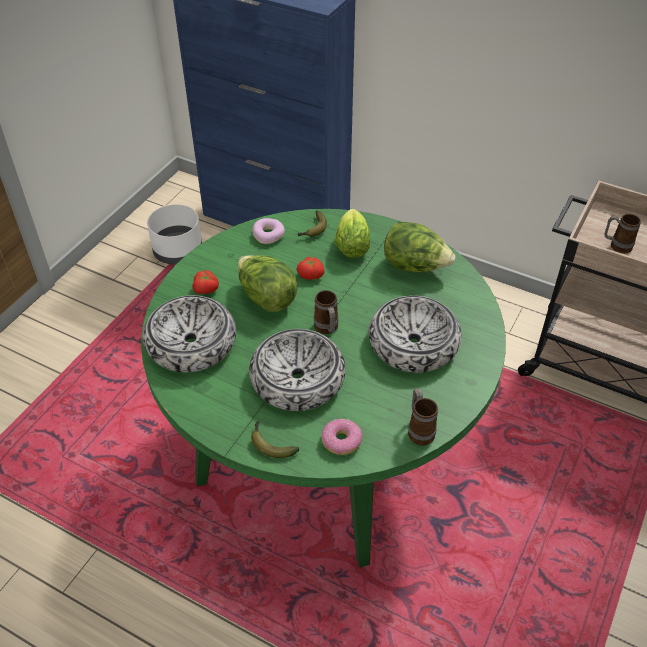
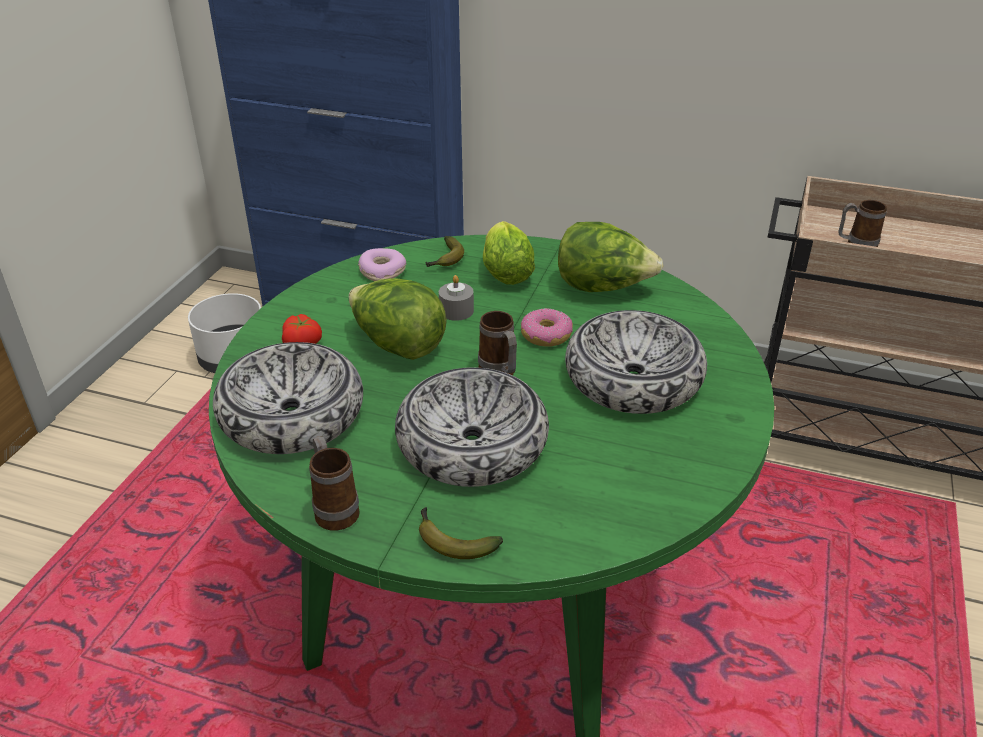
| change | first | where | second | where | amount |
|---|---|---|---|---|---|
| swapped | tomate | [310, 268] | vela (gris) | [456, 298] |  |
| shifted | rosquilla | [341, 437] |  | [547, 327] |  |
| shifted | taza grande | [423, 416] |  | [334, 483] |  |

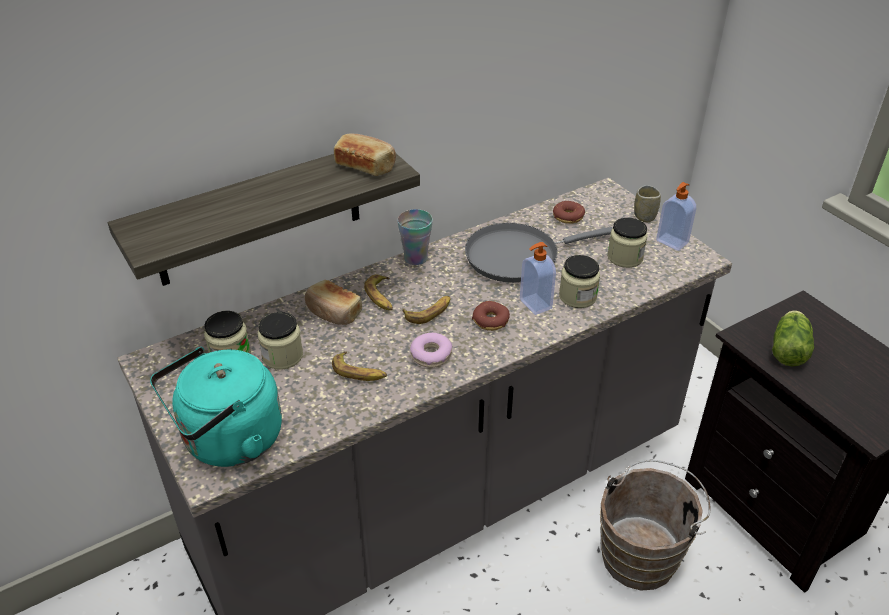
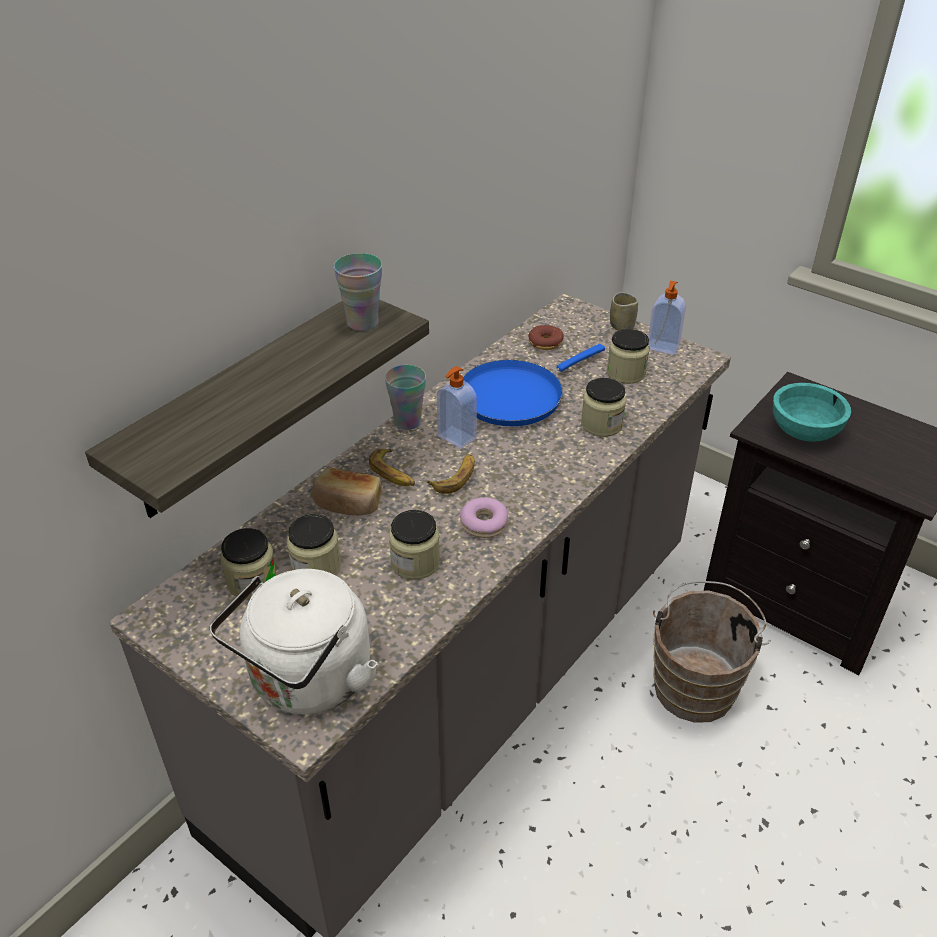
| change | first | where | second | where | amount |
|---|---|---|---|---|---|
| repainted | hervidor (turquesa) | [216, 407] | hervidor (blanco) | [294, 641] |  |
| swapped | plátano | [359, 366] | tarro | [414, 545] |  |
| swapped | pan | [365, 154] | taza | [358, 292] |  |
| repainted | sartén (gris) | [539, 253] | sartén (azul) | [534, 385] |  |
| gone | rosquilla | [491, 316] |  |  |  |
| shifted | dispensador de jabón | [538, 278] |  | [457, 407] |  |
| swapped | lechuga | [793, 338] | cuenco (turquesa) | [812, 412] |  |

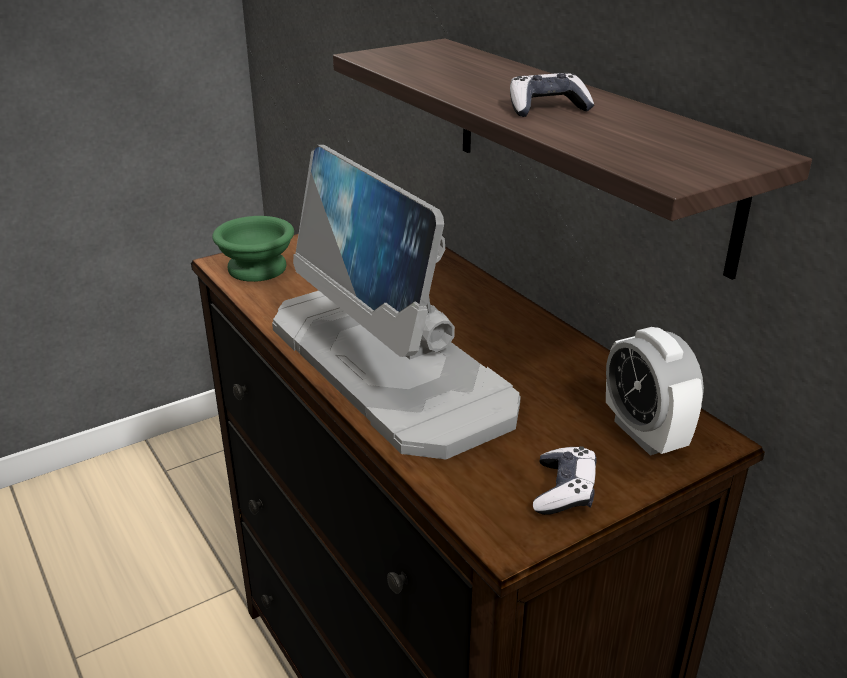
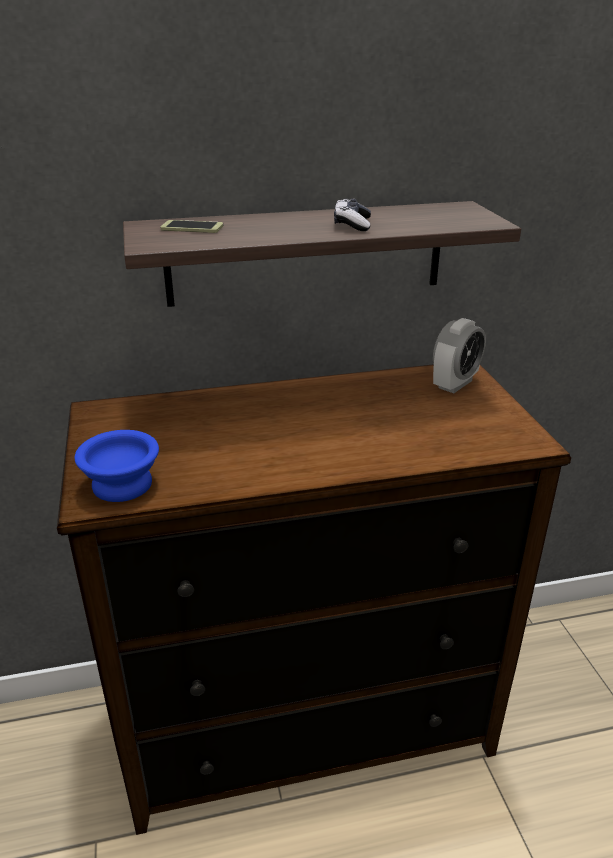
| change | first | where | second | where | amount |
|---|---|---|---|---|---|
| repainted | cuenco (verde) | [253, 249] | cuenco (azul) | [117, 466] |  |
| gone | monitor | [396, 302] |  |  |  |
| gone | mando de consola | [565, 480] |  |  |  |
| rotated | despertador | [655, 391] |  | [459, 355] | 45 degrees counterclockwise |
| new |  |  | móvil | [191, 226] |  |

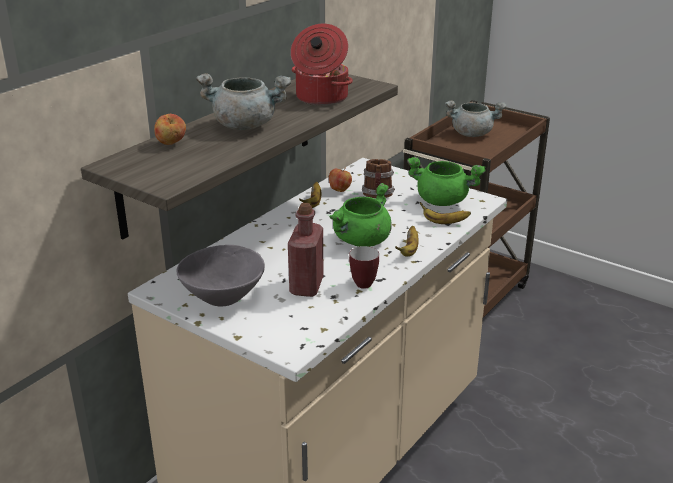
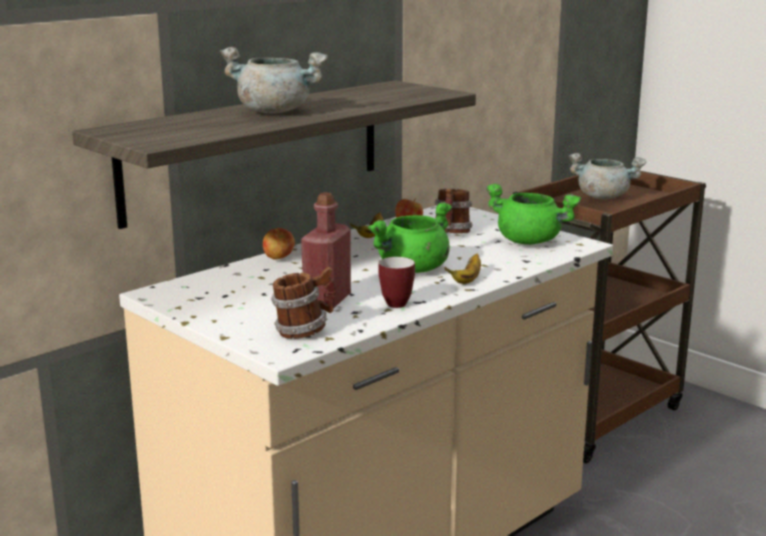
| change | first | where | second | where | amount |
|---|---|---|---|---|---|
| shifted | manzana | [170, 129] |  | [279, 244] |  |
| gone | cuenco (gris) | [221, 275] |  |  |  |
| gone | olla | [322, 64] |  |  |  |
| gone | plátano | [445, 213] |  |  |  |
| new |  |  | taza grande | [303, 303] |  |

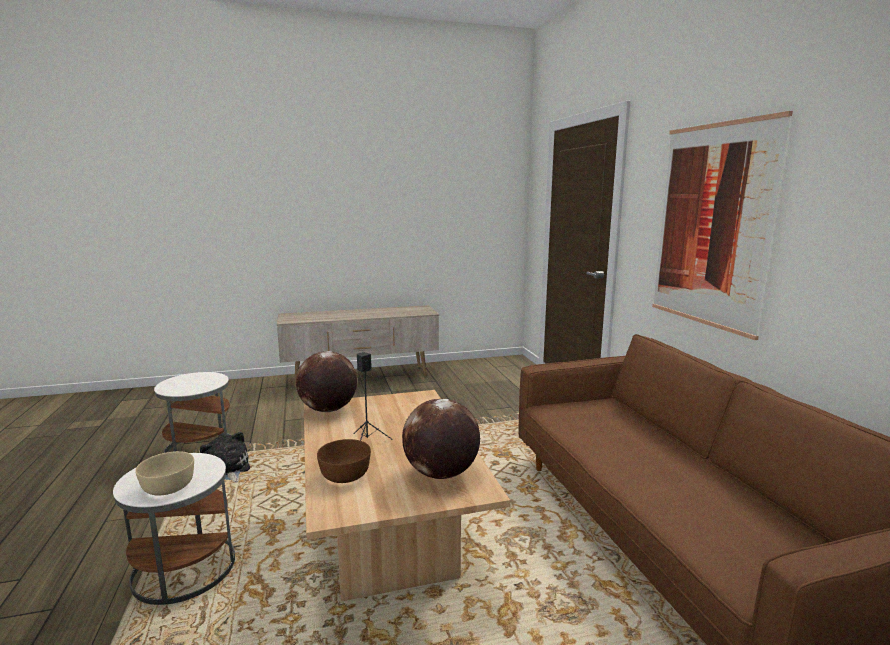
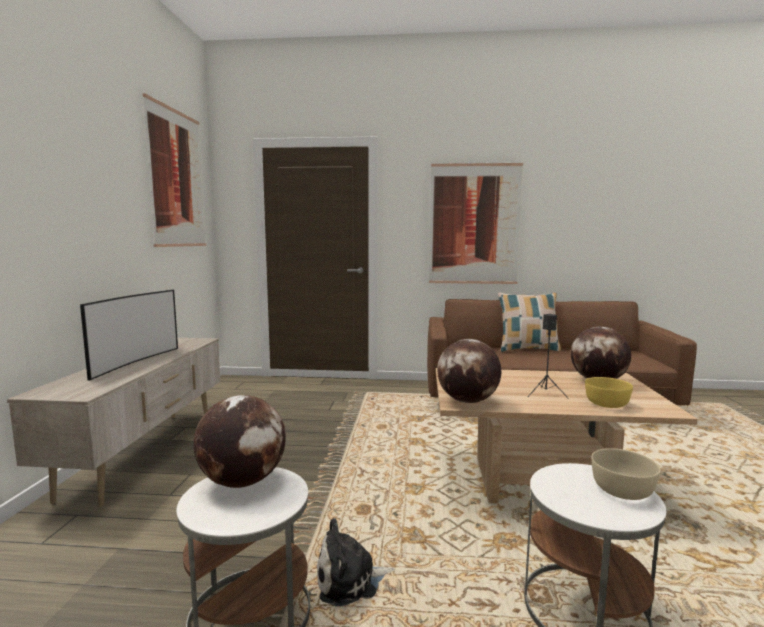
| change | first | where | second | where | amount |
|---|---|---|---|---|---|
| repainted | cuenco (marrón) | [344, 461] | cuenco (amarillo) | [609, 392] |  |
| new |  |  | televisor | [129, 335] |  |
| new |  |  | cuadro | [174, 170] |  |
| new |  |  | globo terráqueo | [240, 441] |  |
| new |  |  | cojín | [529, 322] |  |

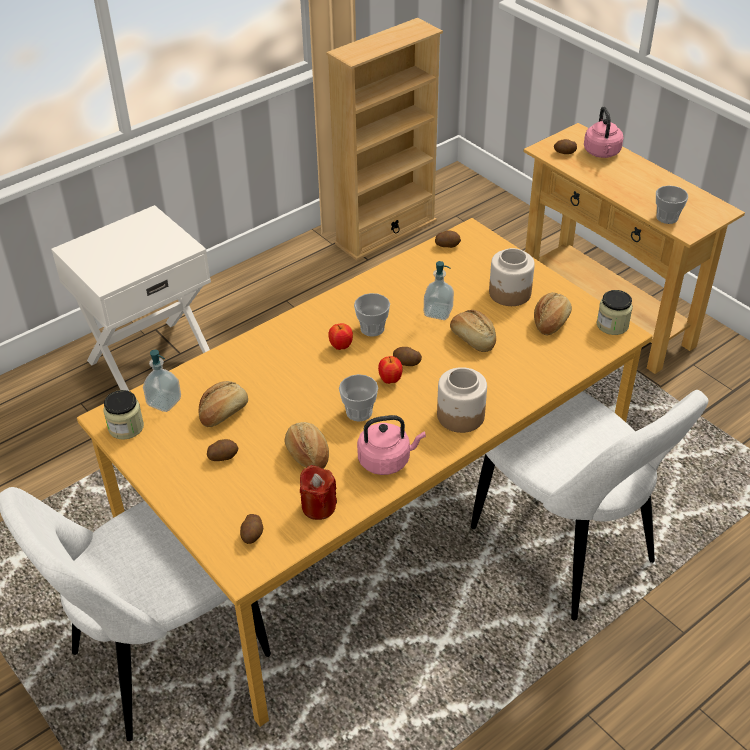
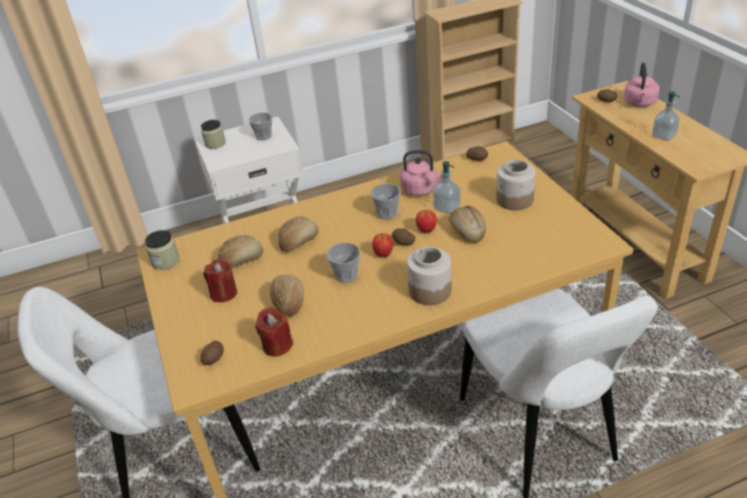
| change | first | where | second | where | amount |
|---|---|---|---|---|---|
| shifted | dispensador de jabón | [162, 381] |  | [666, 116] |  |
| swapped | patata | [222, 450] | vela (rojo) | [220, 280] |  |
| shifted | manzana | [340, 336] |  | [426, 221] |  |
| shifted | hervidor (rosa) | [391, 445] |  | [421, 173] |  |
| shifted | pan | [553, 314] |  | [298, 234] |  |
| shifted | tarro | [615, 312] |  | [213, 134] |  |
| shifted | taza | [672, 204] |  | [260, 126] |  |

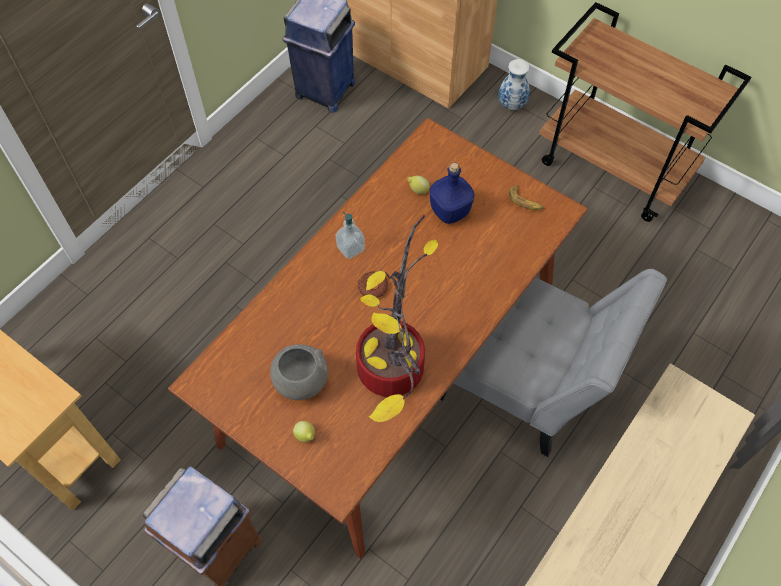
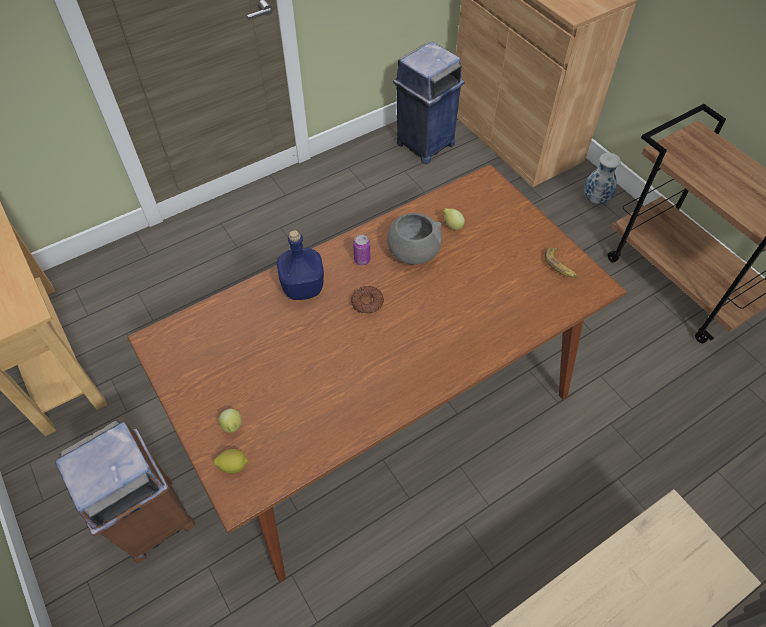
| change | first | where | second | where | amount |
|---|---|---|---|---|---|
| shifted | cuenco (gris) | [299, 372] |  | [414, 239] |  |
| swapped | dispensador de jabón | [350, 235] | lata | [362, 250] |  |
| gone | planta en maceta | [397, 318] |  |  |  |
| shifted | botella (azul) | [451, 193] |  | [300, 265] |  |
| gone | silla (gris) | [553, 363] |  |  |  |
| new |  |  | limón | [231, 461] |  |

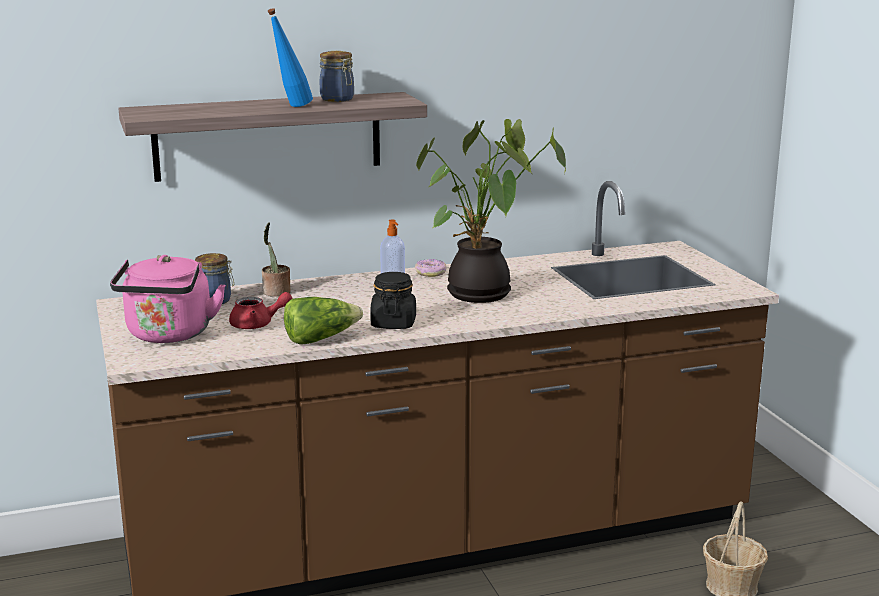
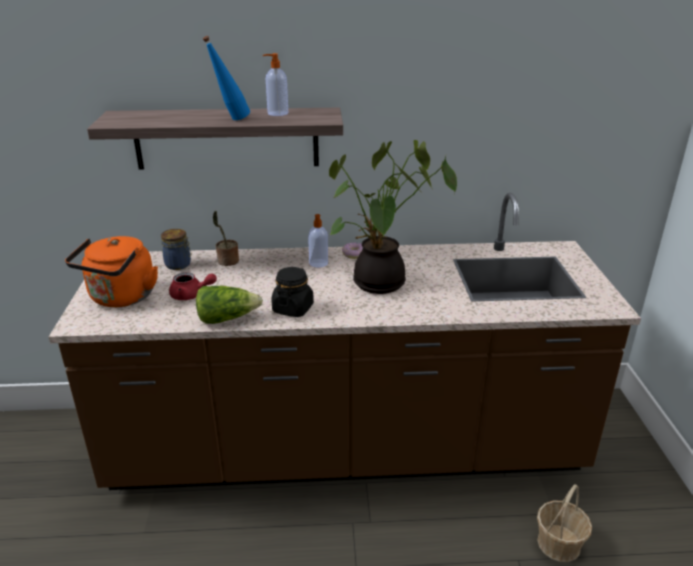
| change | first | where | second | where | amount |
|---|---|---|---|---|---|
| repainted | hervidor (rosa) | [168, 299] | hervidor (naranja) | [111, 271] |  |
| swapped | tarro | [337, 76] | dispensador de jabón | [275, 84] |  |

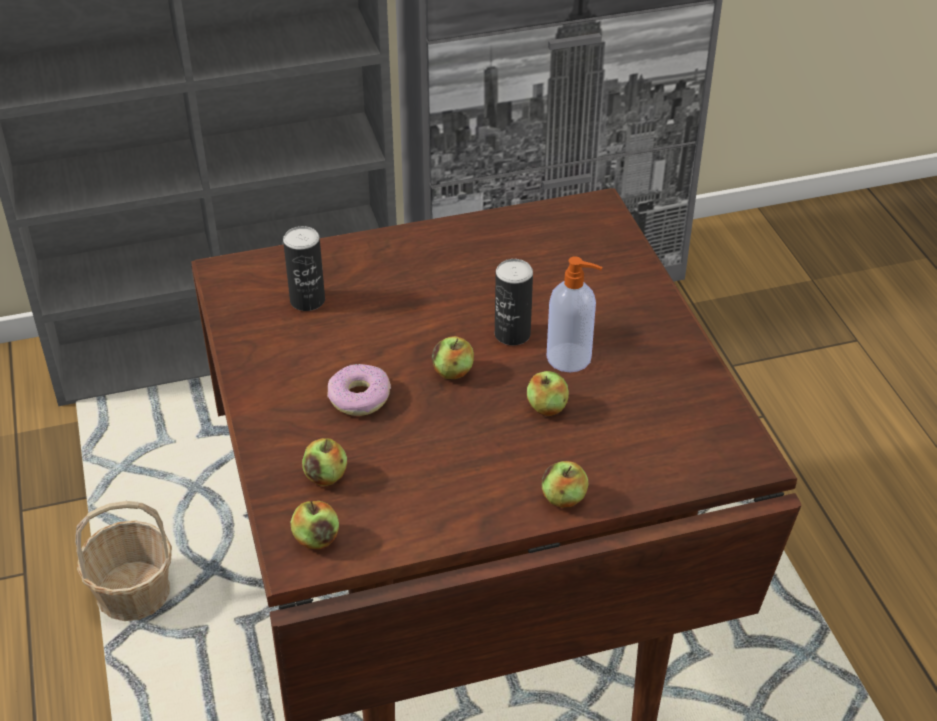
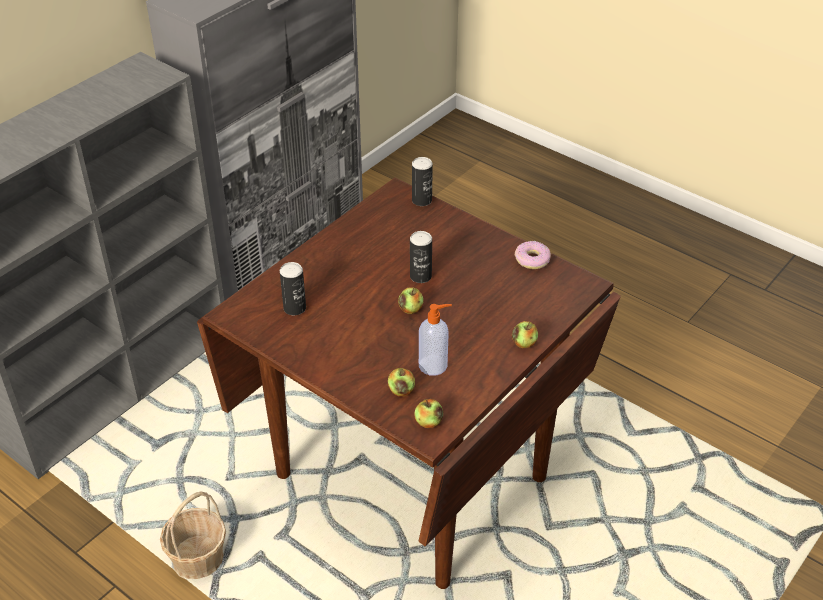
| change | first | where | second | where | amount |
|---|---|---|---|---|---|
| shifted | rosquilla | [359, 390] |  | [533, 255] |  |
| gone | manzana | [548, 393] |  |  |  |
| shifted | dispensador de jabón | [575, 314] |  | [435, 340] |  |
| new |  |  | lata | [422, 181] |  |

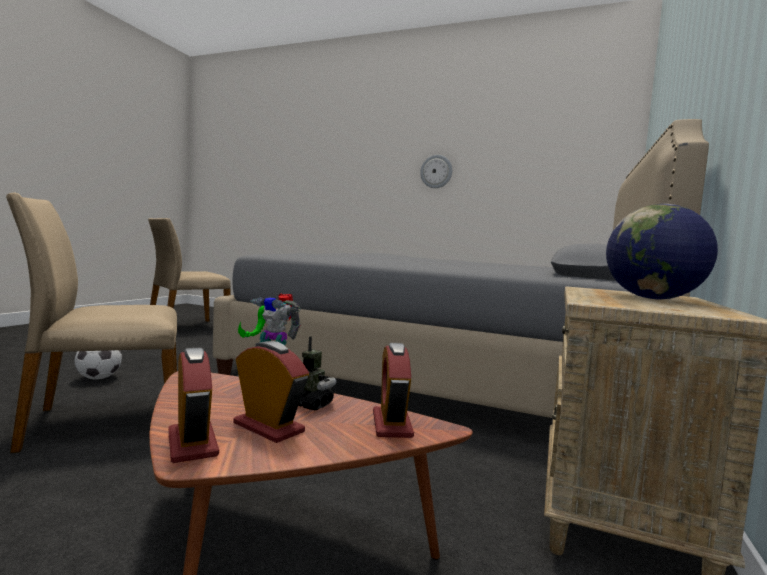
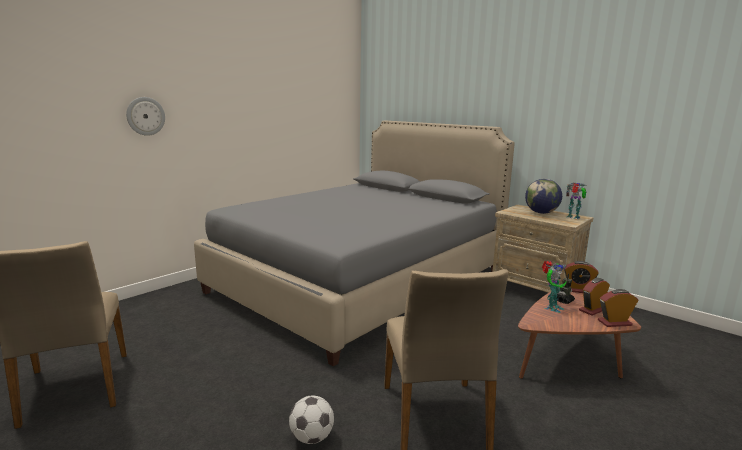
| change | first | where | second | where | amount |
|---|---|---|---|---|---|
| shifted | reloj de pared | [436, 171] |  | [145, 116] |  |
| new |  |  | robot de juguete | [576, 200] |  |

